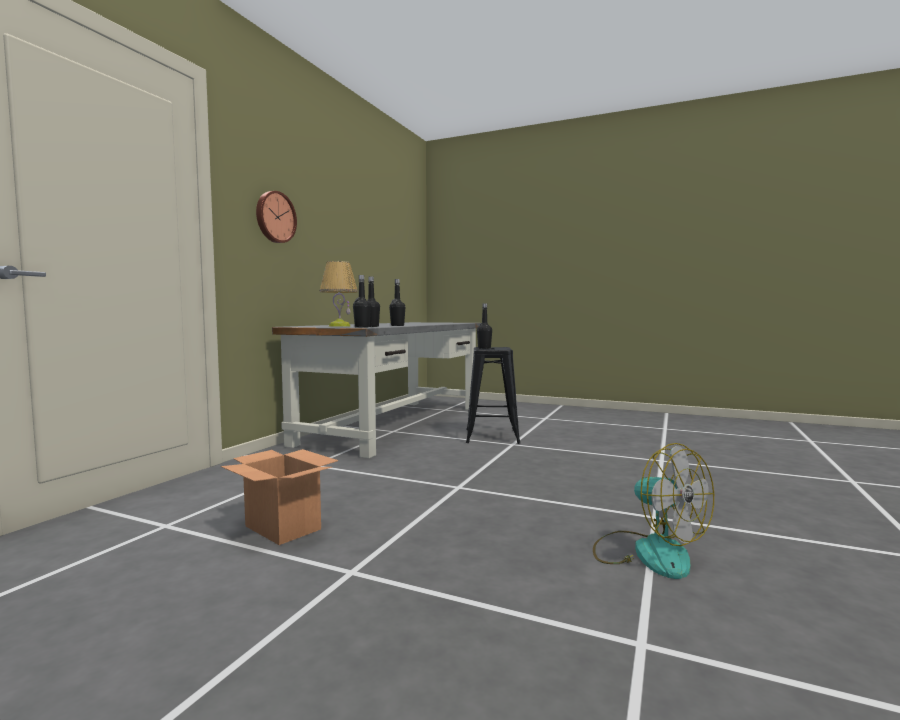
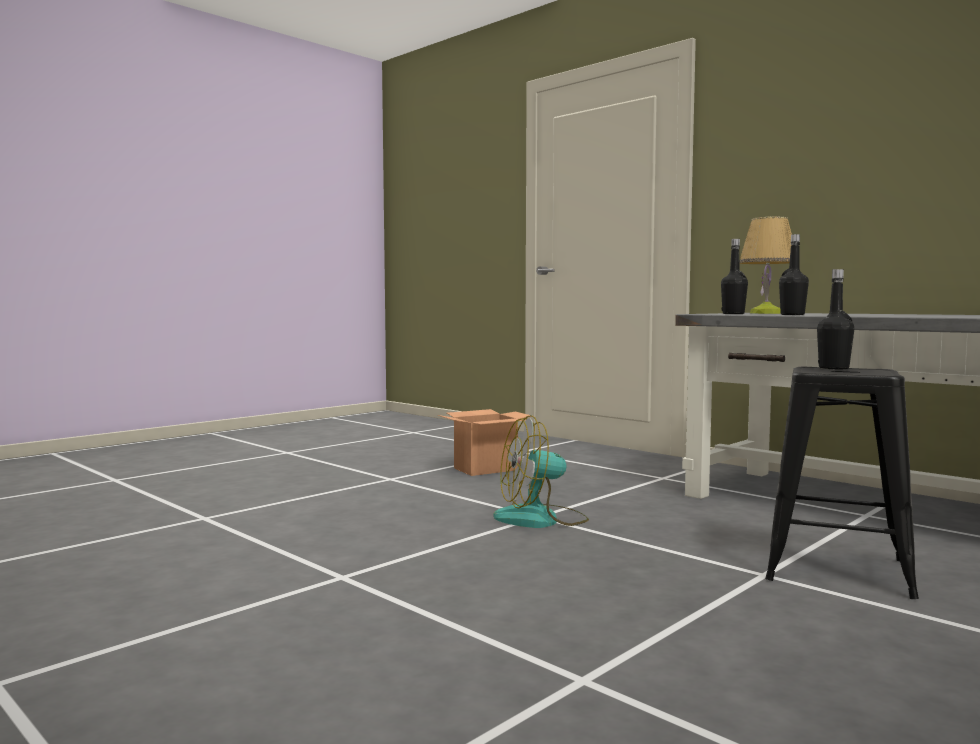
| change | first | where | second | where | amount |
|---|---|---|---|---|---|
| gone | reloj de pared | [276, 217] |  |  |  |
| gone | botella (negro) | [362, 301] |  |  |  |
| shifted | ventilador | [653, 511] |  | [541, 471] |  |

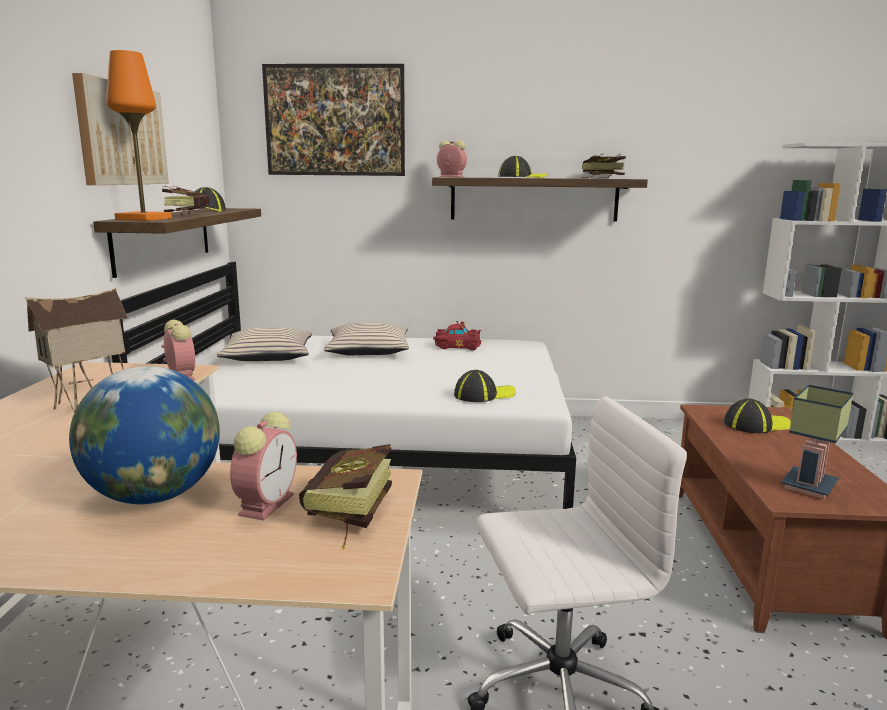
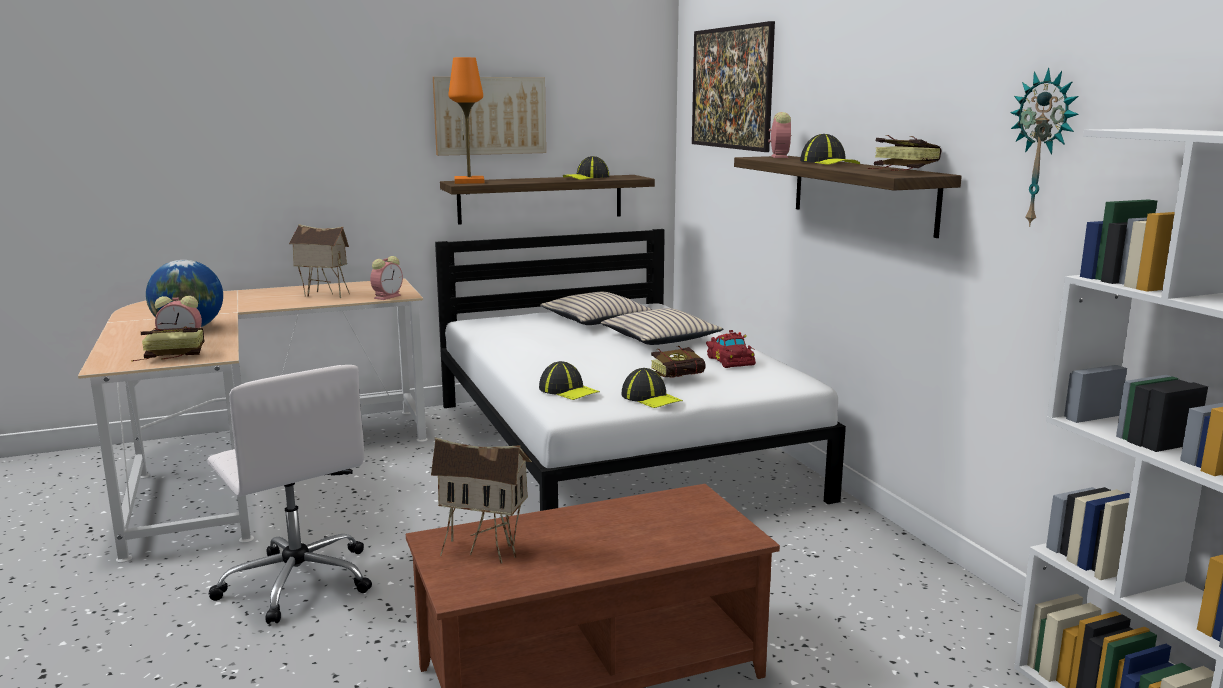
| change | first | where | second | where | amount |
|---|---|---|---|---|---|
| shifted | libro | [186, 200] |  | [678, 362] |  |
| shifted | gorra | [757, 416] |  | [652, 388] |  |
| swapped | lámpara de mesa | [817, 442] | casita | [481, 500] |  |
| new |  |  | reloj de pared | [1044, 147] |  |

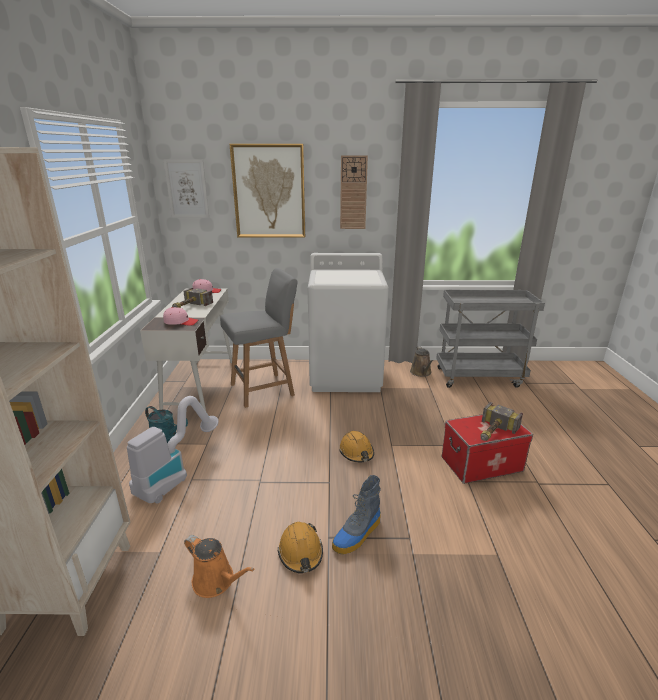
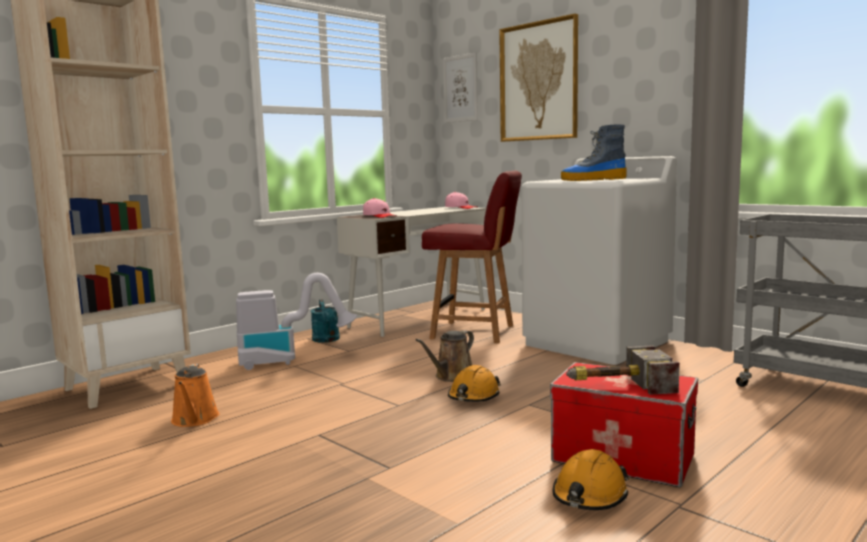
| change | first | where | second | where | amount |
|---|---|---|---|---|---|
| gone | martillo | [192, 298] |  |  |  |
| repainted | silla (gris) | [259, 338] | silla (rojo) | [472, 256] |  |
| shifted | casco (naranja) | [300, 547] |  | [590, 479] |  |
| shifted | bota | [356, 514] |  | [594, 152] |  |
| gone | reloj de pared | [354, 192] |  |  |  |
| shifted | regadera (marrón) | [421, 361] |  | [445, 356] |  |

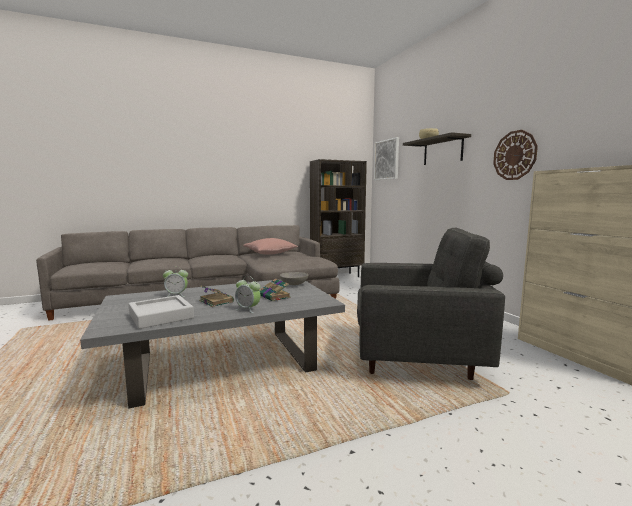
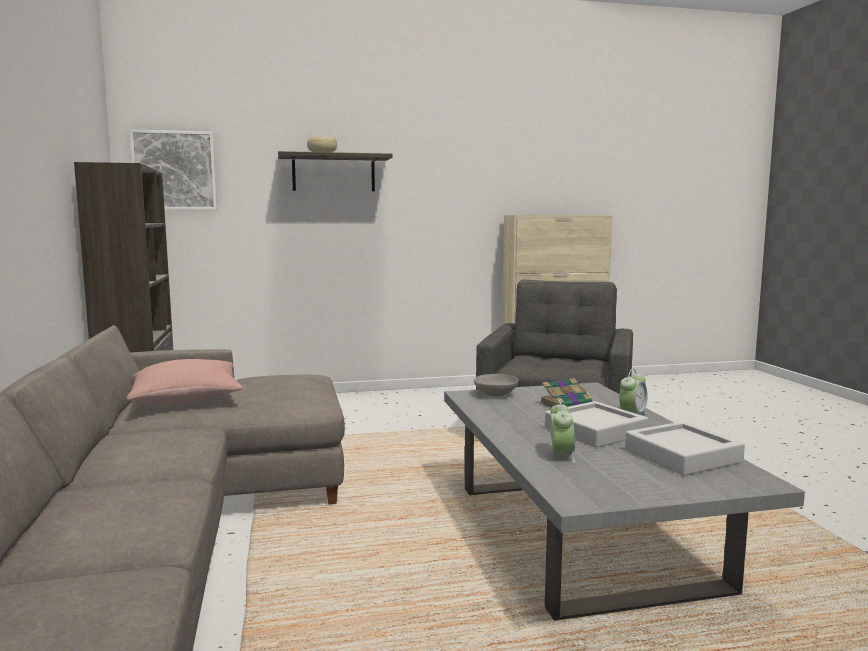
| change | first | where | second | where | amount |
|---|---|---|---|---|---|
| swapped | libro | [216, 296] | bandeja (gris) | [596, 424] |  |
| gone | reloj de pared | [515, 155] |  |  |  |

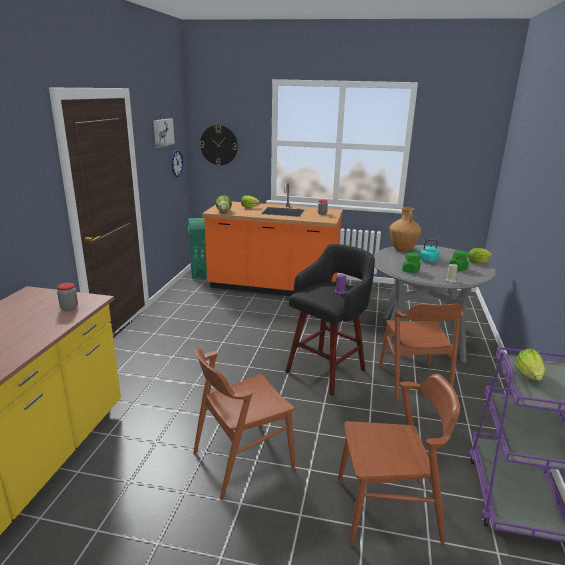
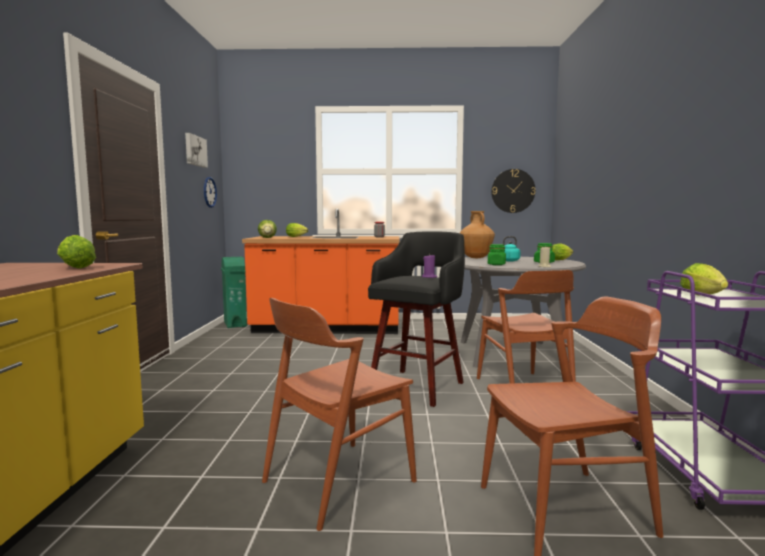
| change | first | where | second | where | amount |
|---|---|---|---|---|---|
| swapped | tarro | [67, 297] | lechuga | [76, 252] |  |
| shifted | reloj de pared | [219, 145] |  | [513, 191] |  |

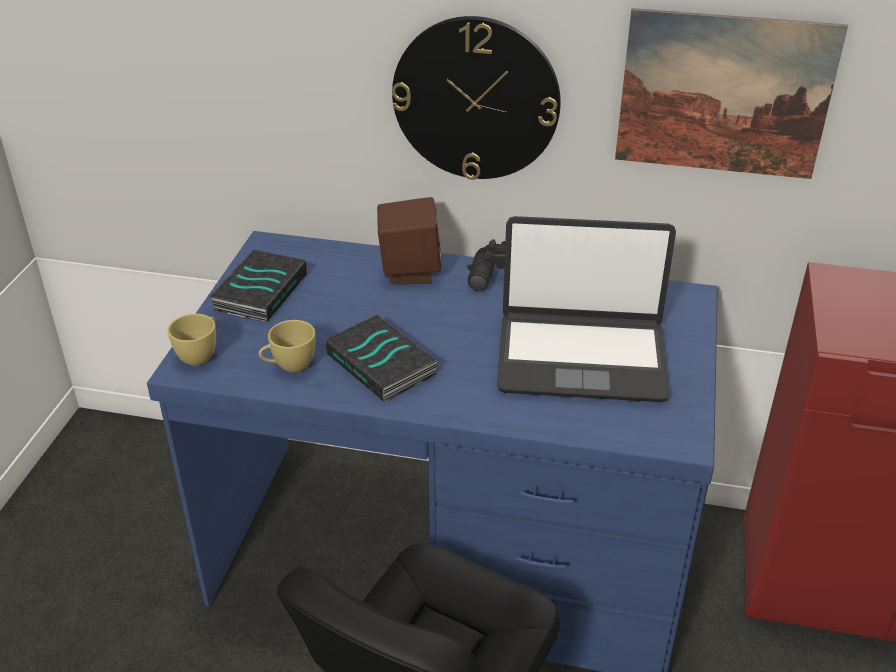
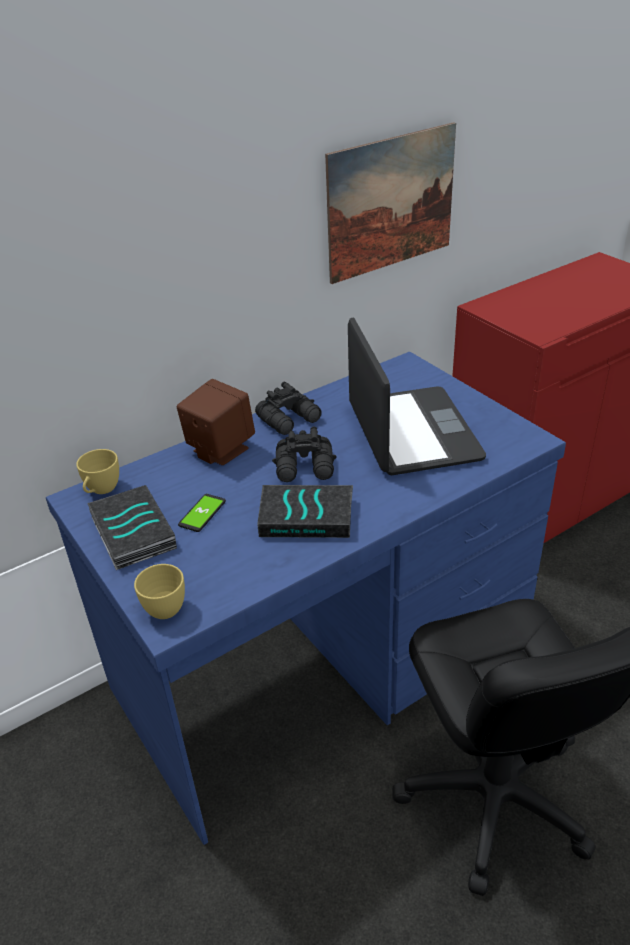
| change | first | where | second | where | amount |
|---|---|---|---|---|---|
| shifted | taza (amarillo) | [287, 346] |  | [97, 471] |  |
| gone | reloj de pared | [476, 98] |  |  |  |
| rotated | portátil | [586, 309] |  | [417, 396] | 60 degrees counterclockwise |
| new |  |  | móvil | [202, 513] |  |
| new |  |  | prismáticos (negro) | [304, 454] |  |

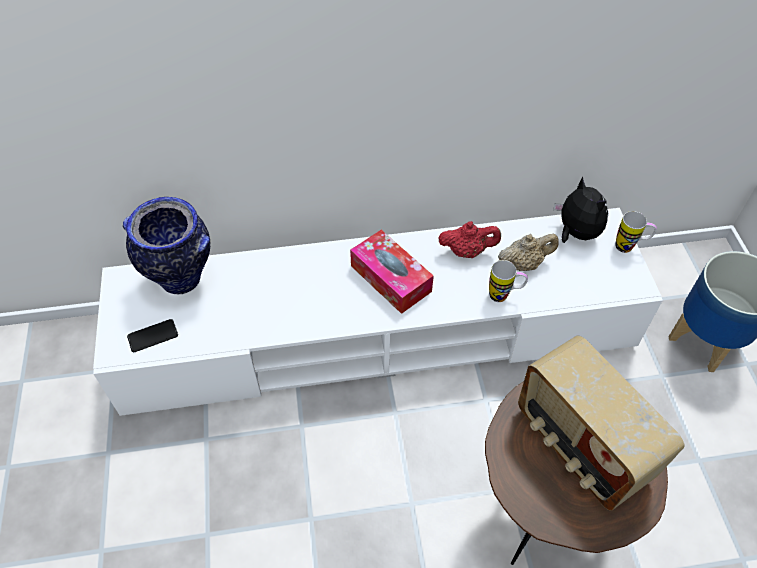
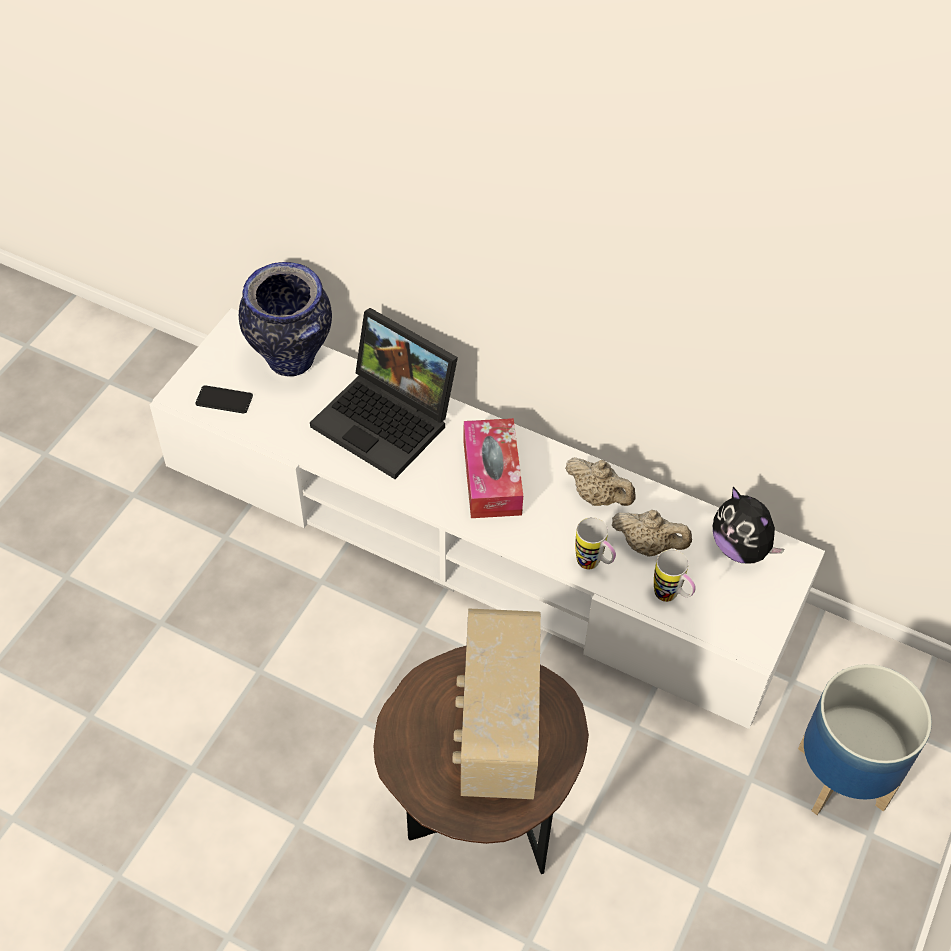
| change | first | where | second | where | amount |
|---|---|---|---|---|---|
| repainted | tetera (rojo) | [469, 239] | tetera (beis) | [600, 481] |  |
| rotated | peluche | [580, 210] |  | [749, 525] | 135 degrees clockwise |
| shifted | taza grande | [636, 232] |  | [675, 575] |  |
| new |  |  | portátil | [384, 393] |  |

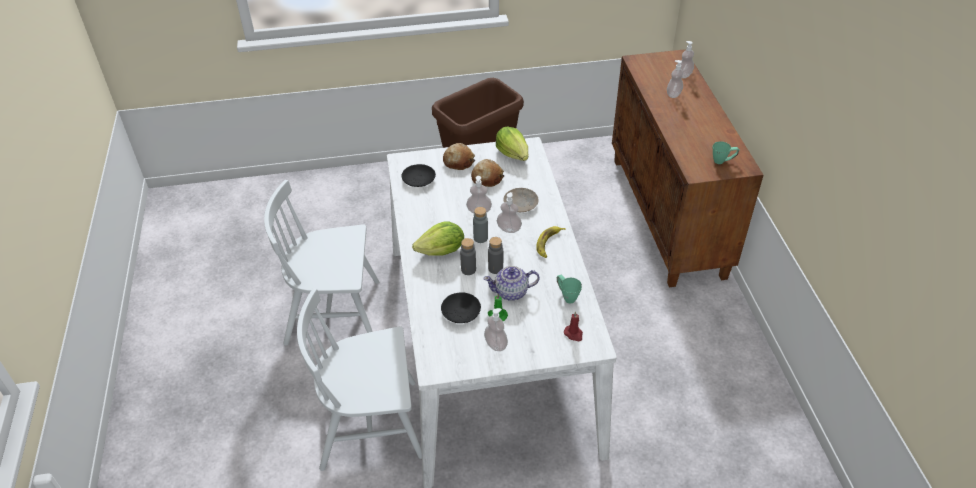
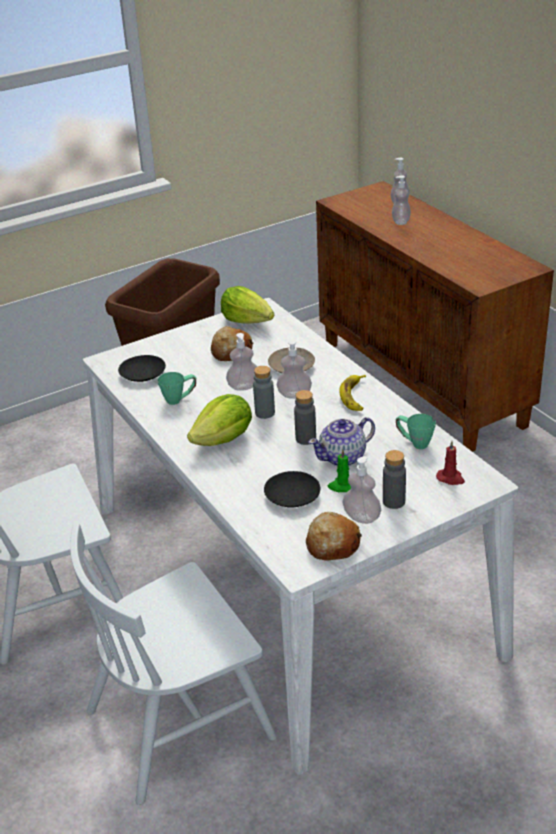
| change | first | where | second | where | amount |
|---|---|---|---|---|---|
| shifted | pan | [459, 156] |  | [334, 536] |  |
| shifted | botella (gris) | [468, 256] |  | [394, 479] |  |
| shifted | taza grande (verde) | [726, 152] |  | [177, 388] |  |

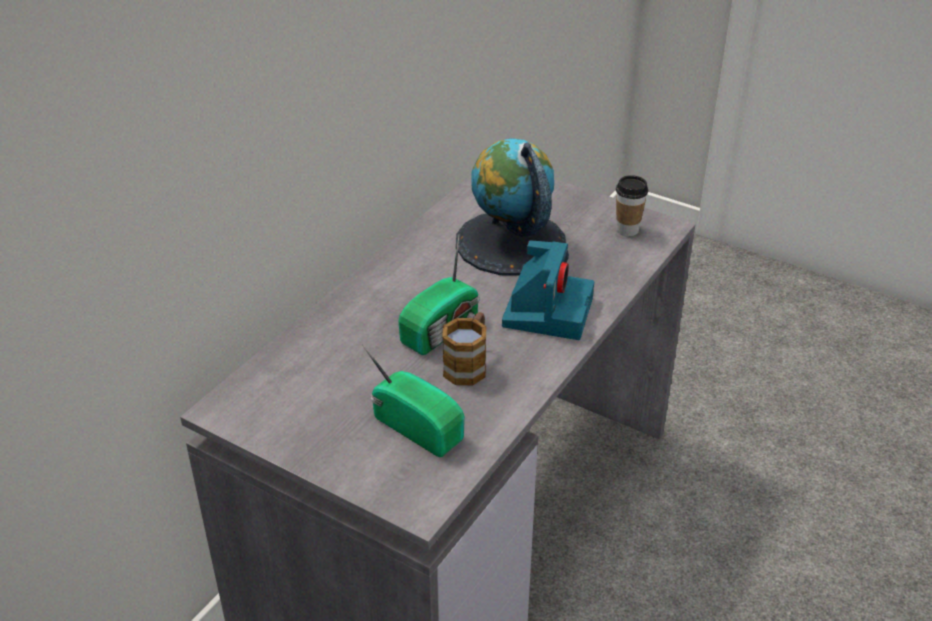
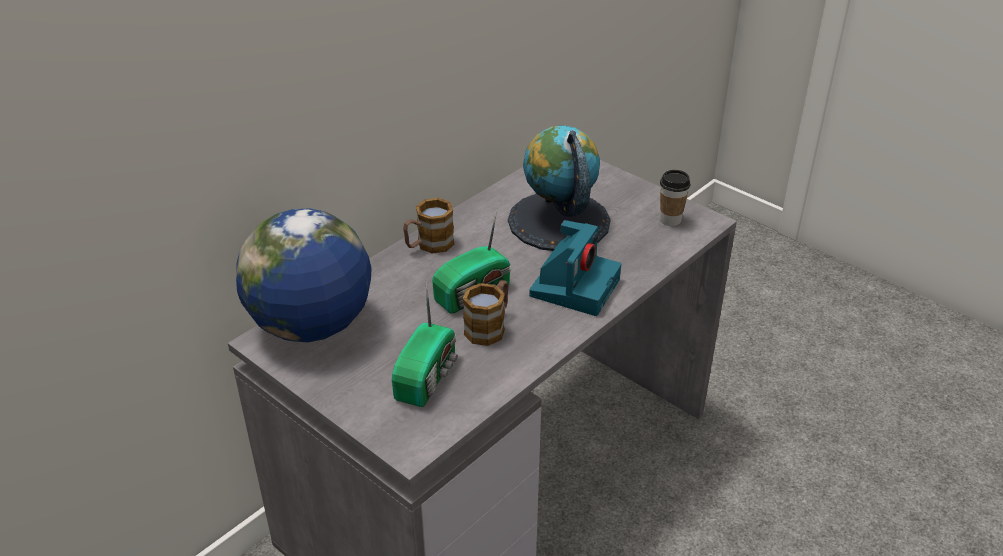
| change | first | where | second | where | amount |
|---|---|---|---|---|---|
| rotated | radio | [413, 400] |  | [425, 344] | 60 degrees clockwise |
| new |  |  | globo terráqueo | [303, 275] |  |
| new |  |  | taza grande | [428, 226] |  |

